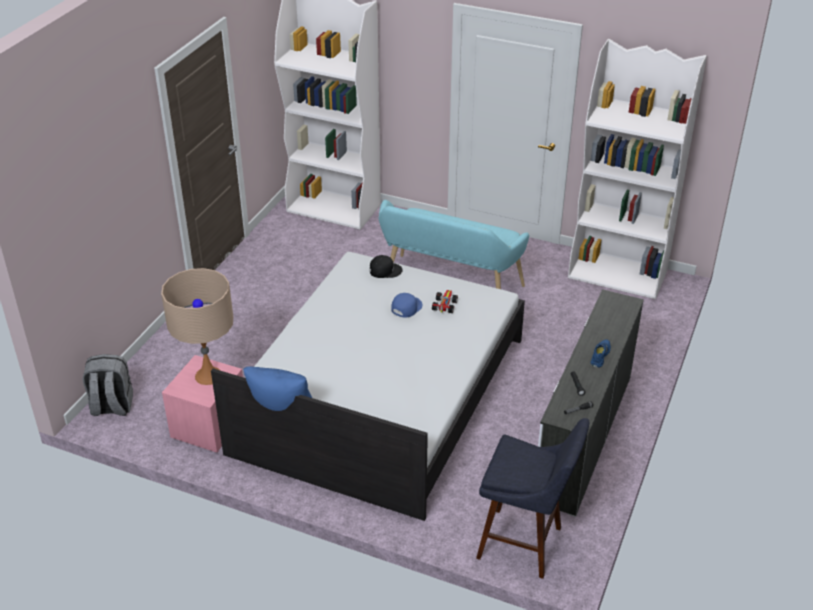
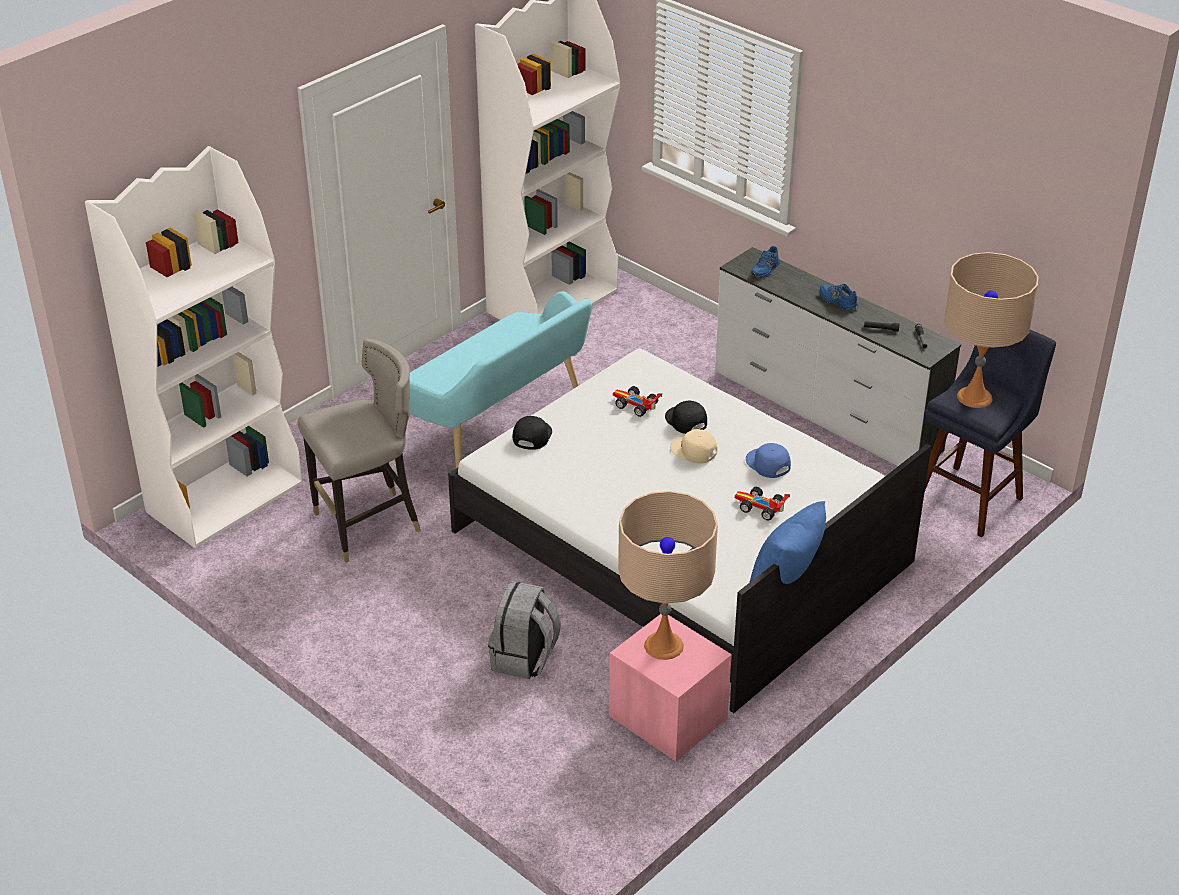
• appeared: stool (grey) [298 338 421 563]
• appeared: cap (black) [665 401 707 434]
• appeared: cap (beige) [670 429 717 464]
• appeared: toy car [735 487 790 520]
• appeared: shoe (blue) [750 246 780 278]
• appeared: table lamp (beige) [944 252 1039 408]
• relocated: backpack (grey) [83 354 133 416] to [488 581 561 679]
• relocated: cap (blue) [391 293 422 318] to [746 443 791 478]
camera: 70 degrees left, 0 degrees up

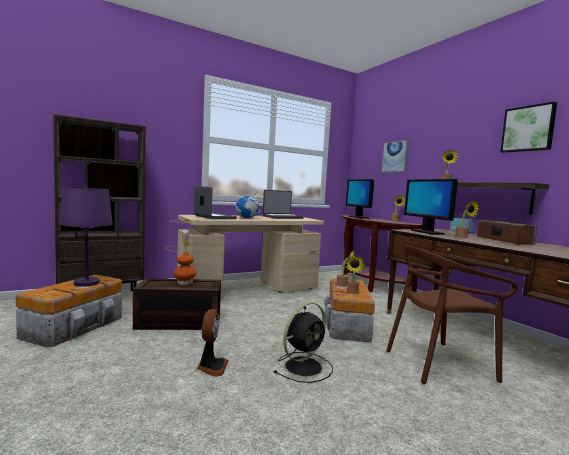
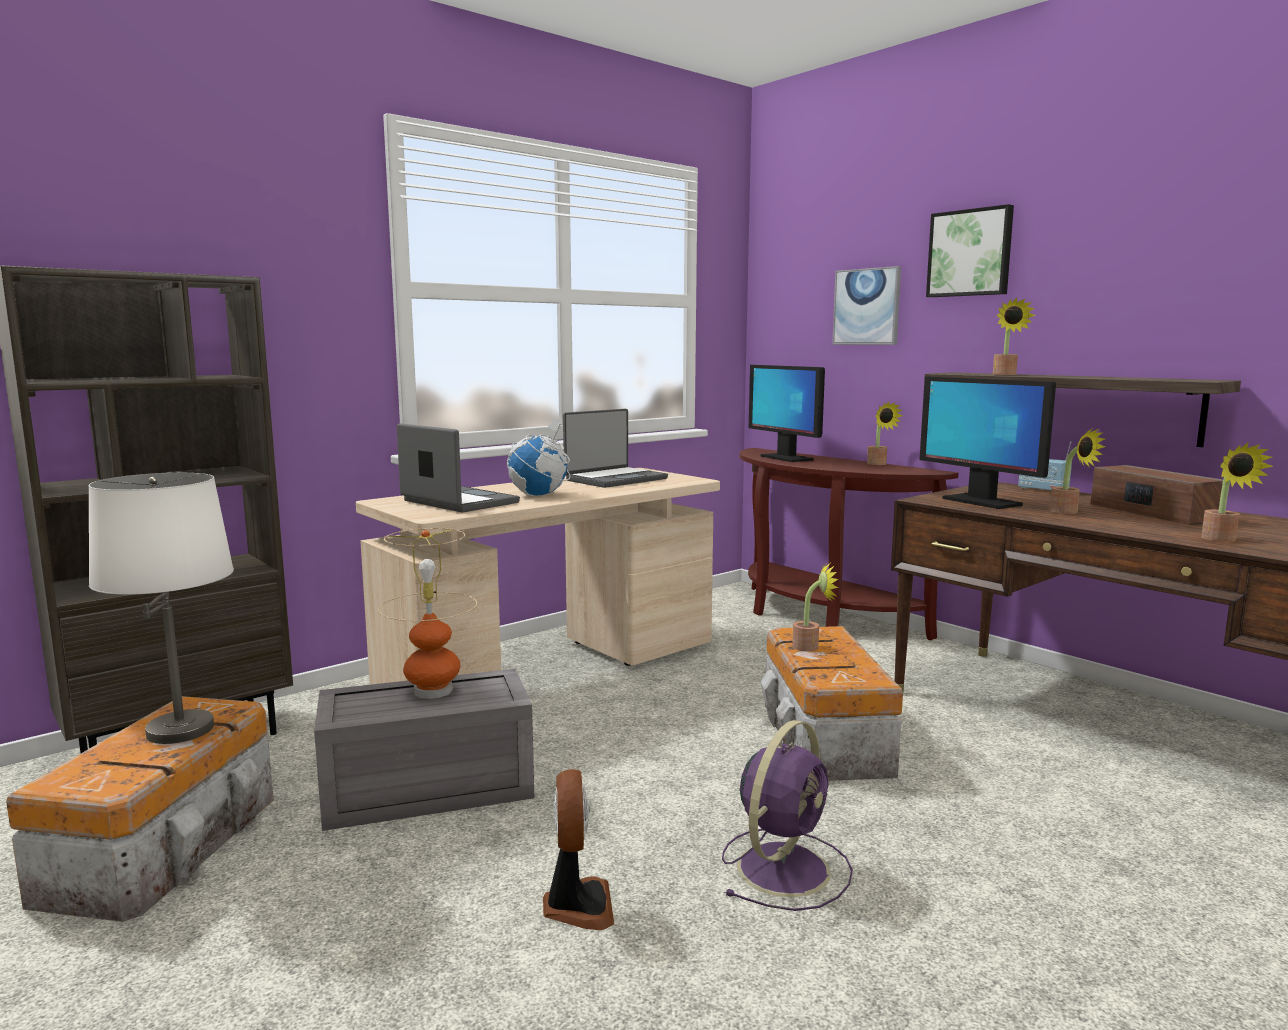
• missing: chair (brown) [386 245 518 384]
• relocated: potted plant [345 255 365 293] to [1201 442 1273 542]
• relocated: picture [500 101 557 153] to [926 204 1014 297]
• colour: table lamp (purple) [59 187 113 287] to table lamp (white) [89 473 234 744]
• colour: storage box (brown) [133 278 221 330] to storage box (grey) [314 669 534 831]
• colour: fan (black) [274 302 333 383] to fan (purple) [722 720 853 911]
camera: 10 degrees left, 5 degrees up

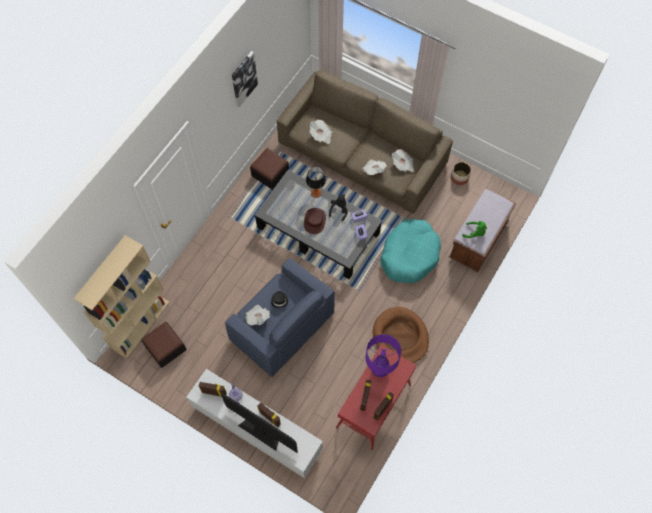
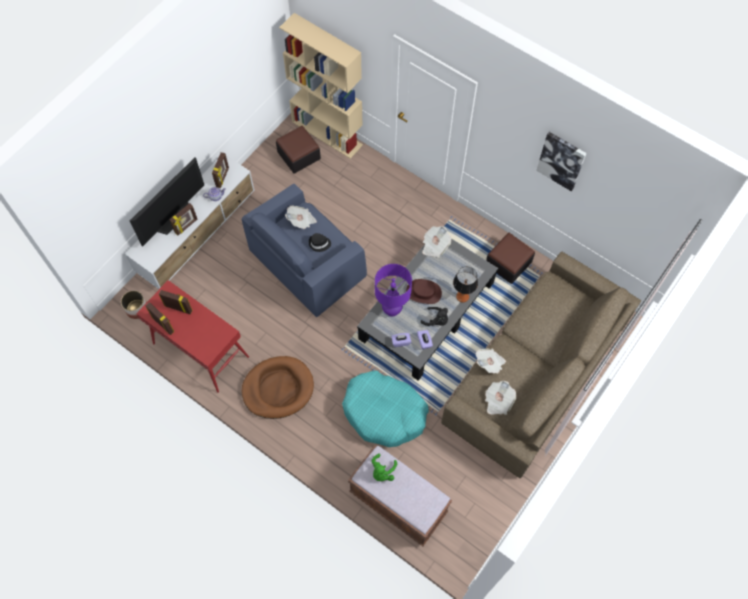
• relocated: newspaper [309 120 332 144] to [422 226 451 258]
• relocated: table lamp (purple) [366 334 401 377] to [375 264 412 316]
• relocated: planter [451 162 471 185] to [121 290 147 319]
camera: 95 degrees right, 0 degrees up

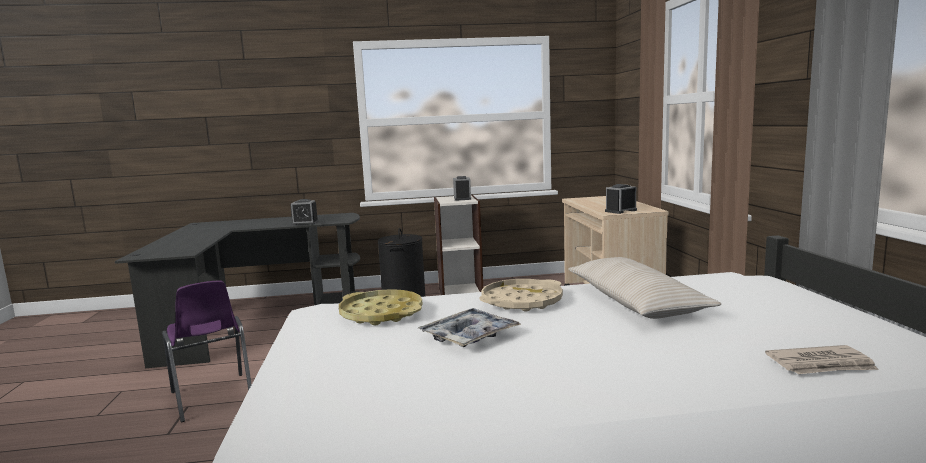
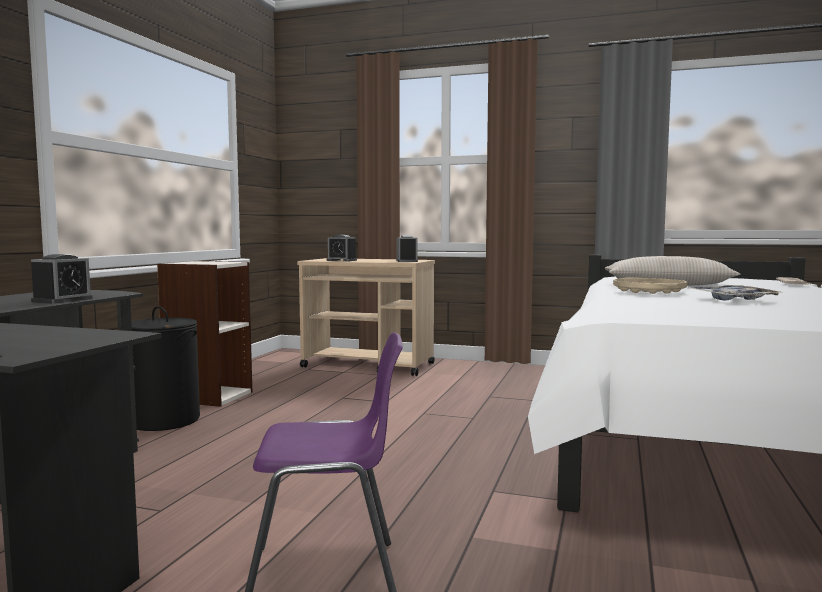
• missing: tray (yellow) [339 289 423 326]
• relocated: alarm clock [453 176 471 201] to [327 235 357 261]
camera: 65 degrees left, 5 degrees down

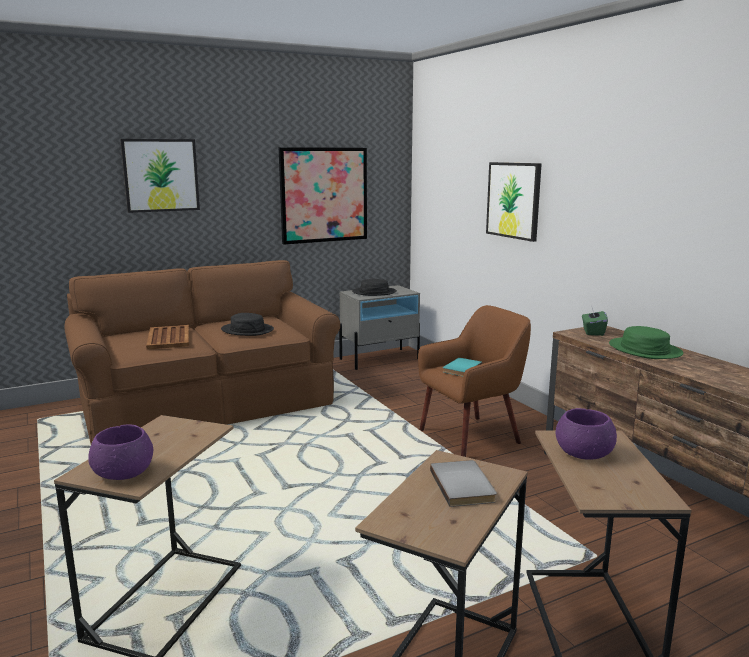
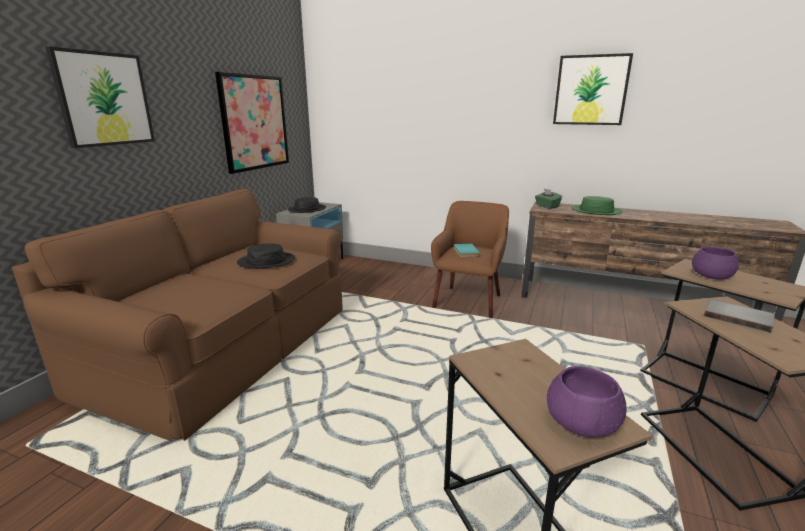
• missing: tray (brown) [146 325 189 350]
• relocated: picture [486 162 542 242] to [553 53 633 125]
camera: 40 degrees left, 5 degrees up

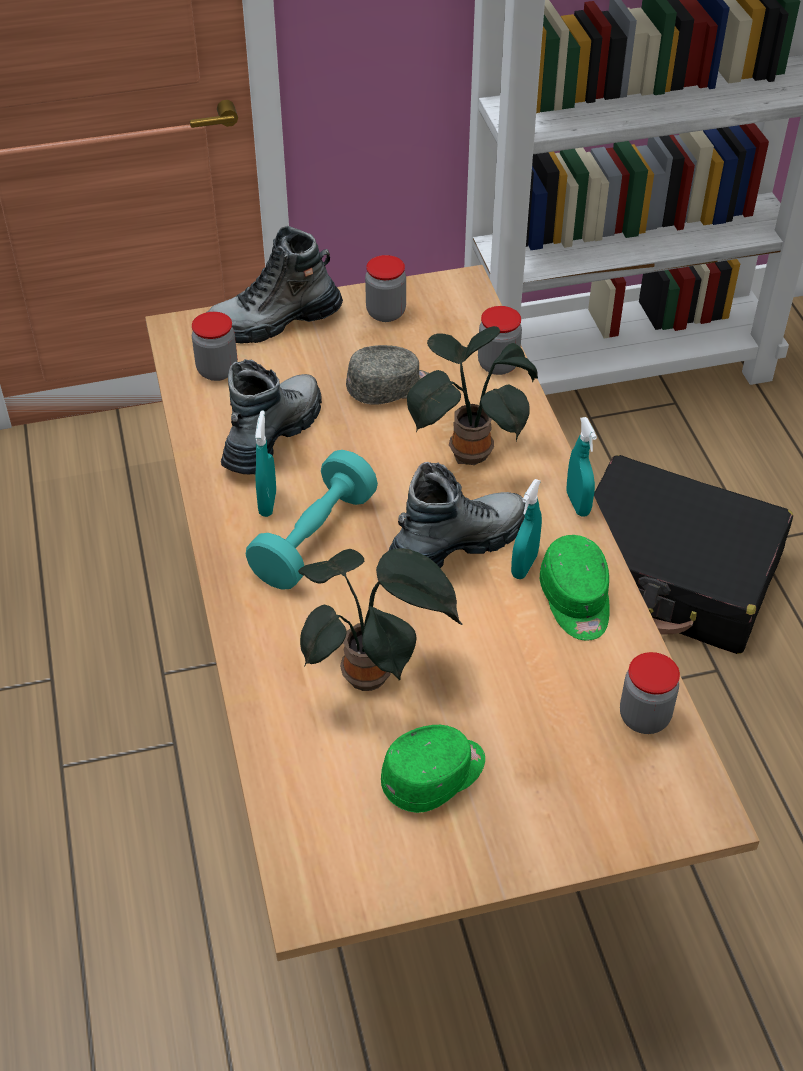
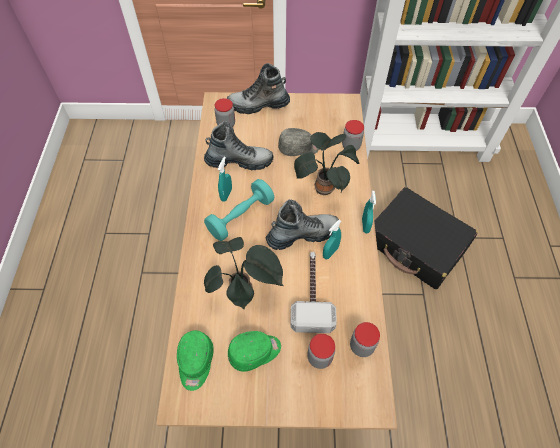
• appeared: hammer [290 252 337 333]
• relocated: jar [365 255 406 322] to [307 334 335 369]
• relocated: cap (green) [540 535 610 641] to [177 330 214 391]
• spun: boot [221 359 322 475] = [204 121 273 170] 45 degrees clockwise
camera: 15 degrees right, 10 degrees up

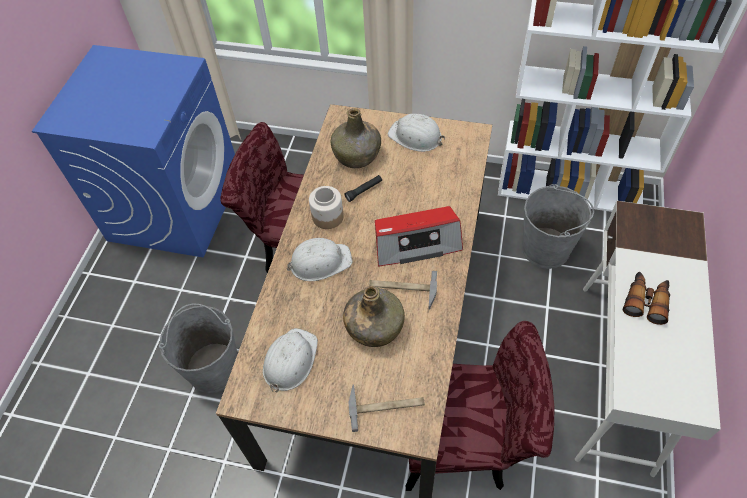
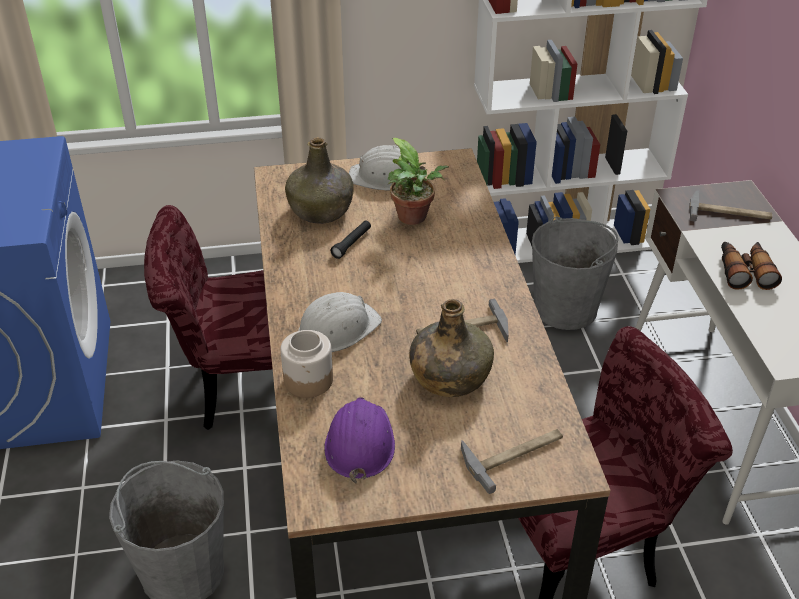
• missing: radio [375 206 463 266]
• appeared: potted plant [388 138 449 225]
• appeared: hammer [689 188 772 222]
• relocated: jar [309 186 344 229] to [280 330 333 398]
• colour: hard hat (white) [263 328 318 393] to hard hat (purple) [325 397 395 483]
camera: 25 degrees left, 15 degrees down

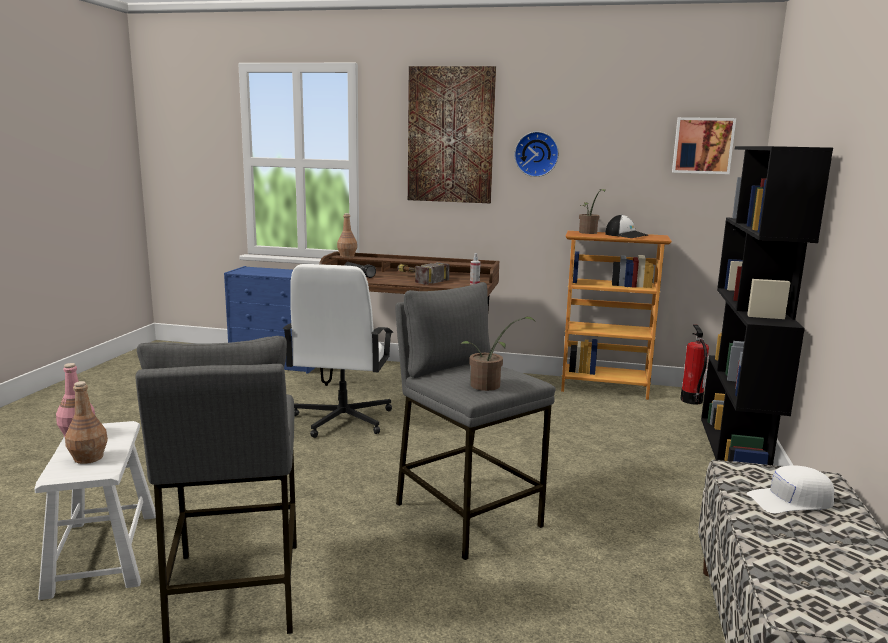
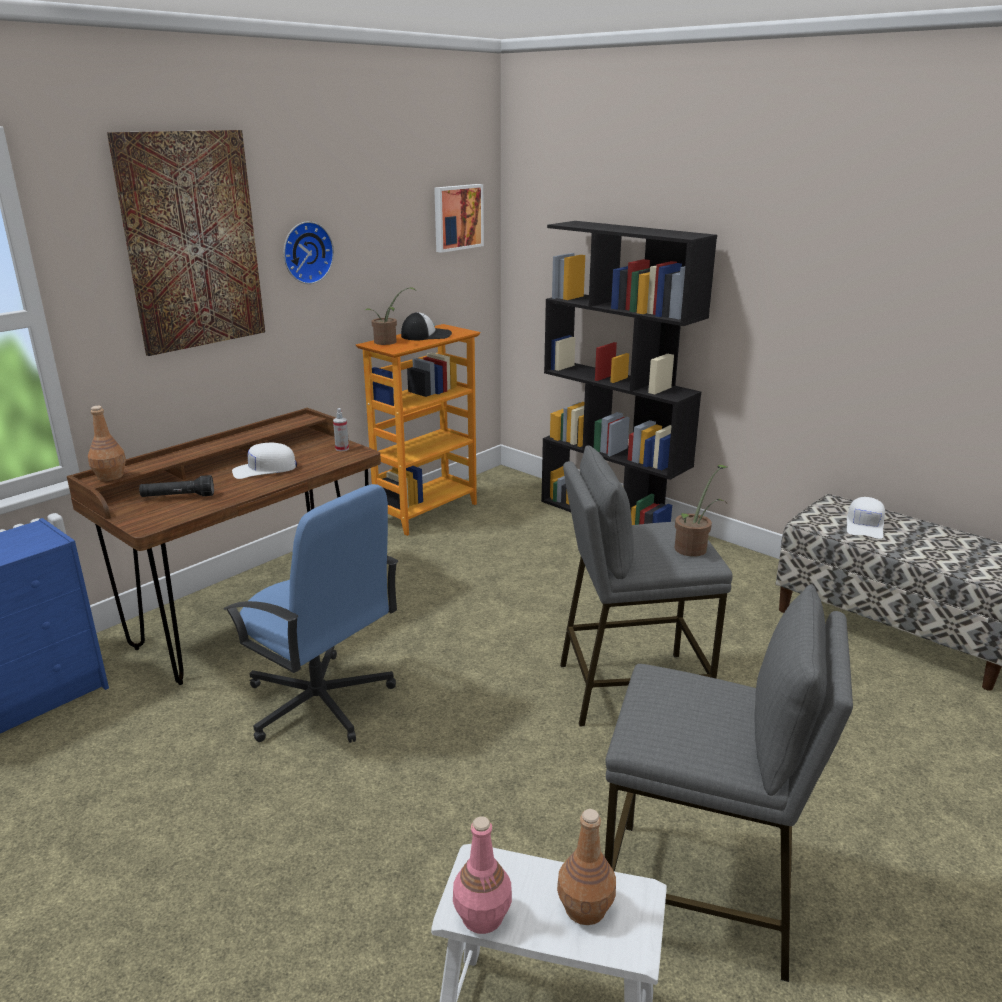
• missing: fire extinguisher [680 324 709 404]
• exchanged: hammer [398 262 450 285] to cap (white) [232 443 297 479]
• colour: office chair (white) [283 264 393 438] to office chair (blue) [223 484 398 743]
camera: 60 degrees left, 10 degrees up

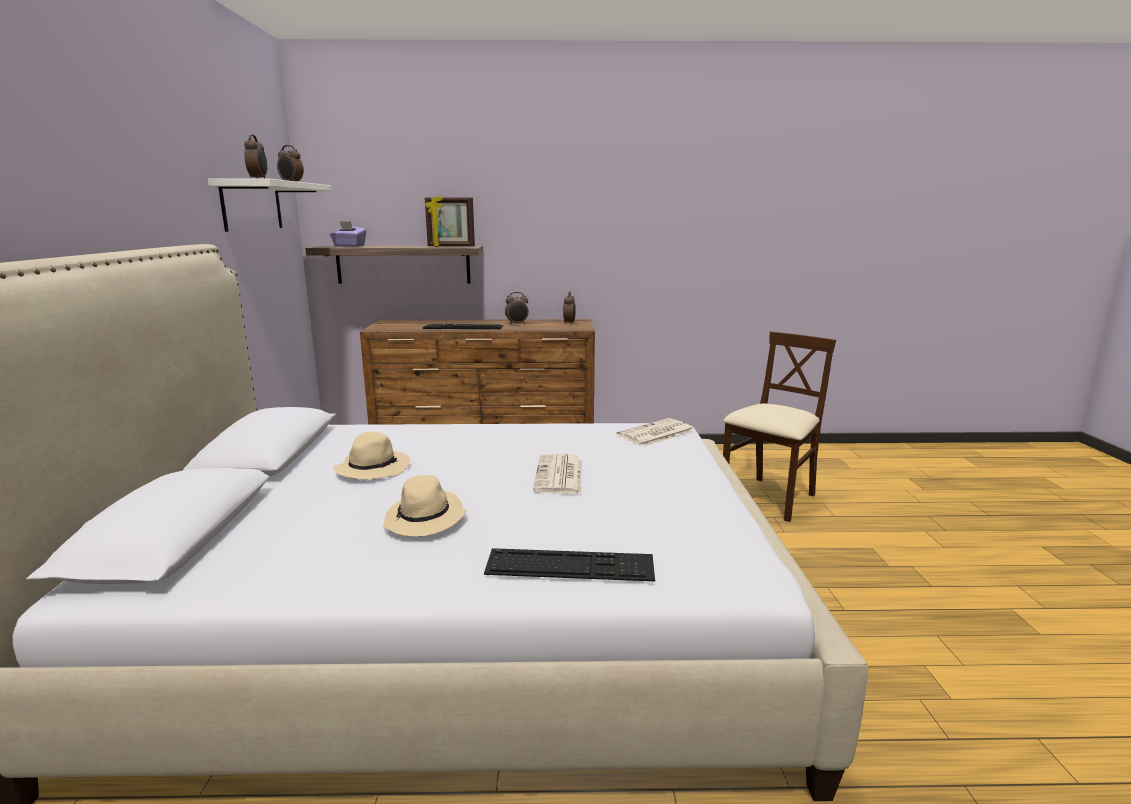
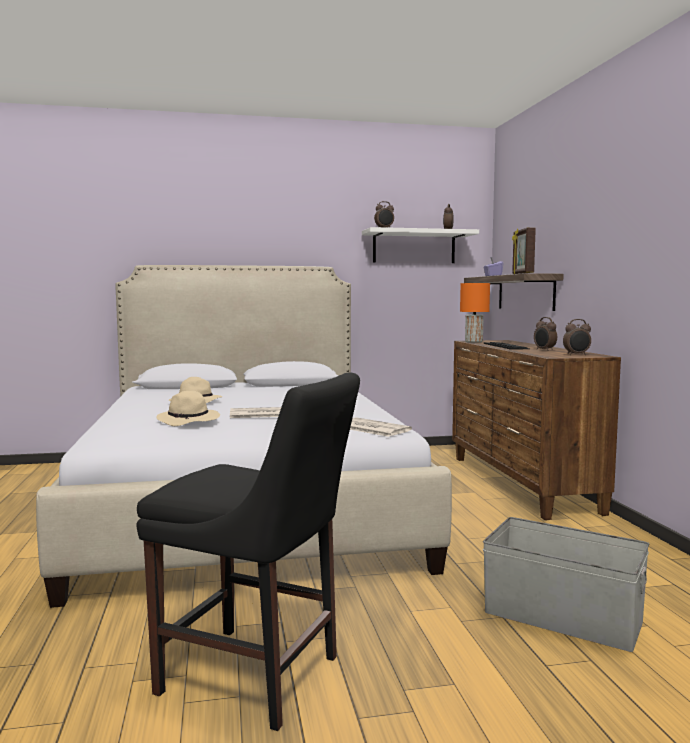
• missing: keyboard [484 548 655 581]
• appeared: chair (black) [137 373 360 731]
• appeared: table lamp (orange) [460 283 490 342]
• relocated: hat (beige) [333 432 410 479] to [156 391 220 426]
• exchanged: chair (beige) [723 331 836 522] to storage box (grey) [483 517 649 652]
camera: 80 degrees right, 10 degrees down

